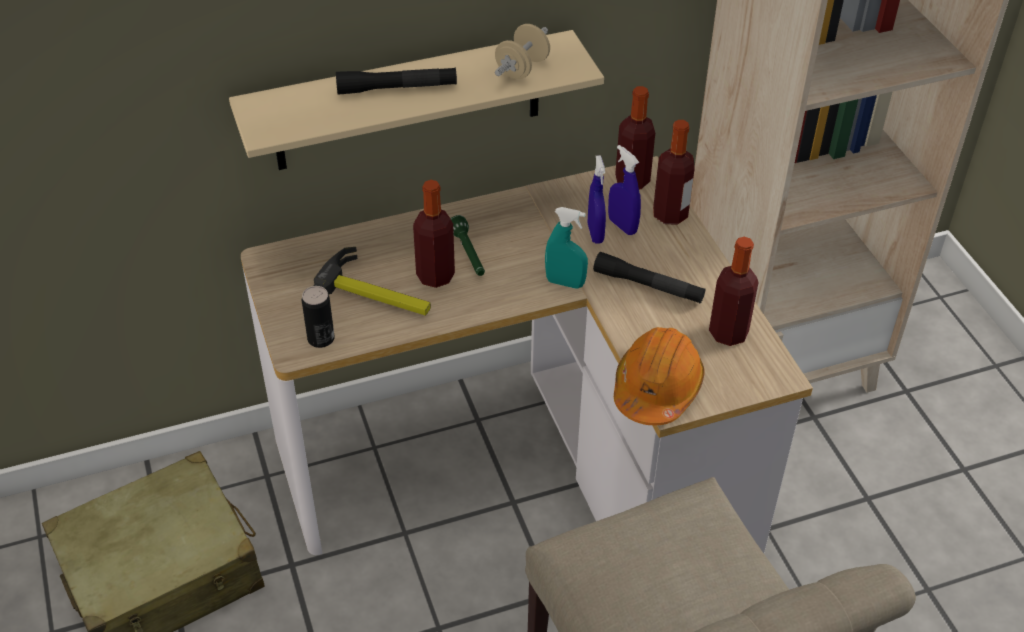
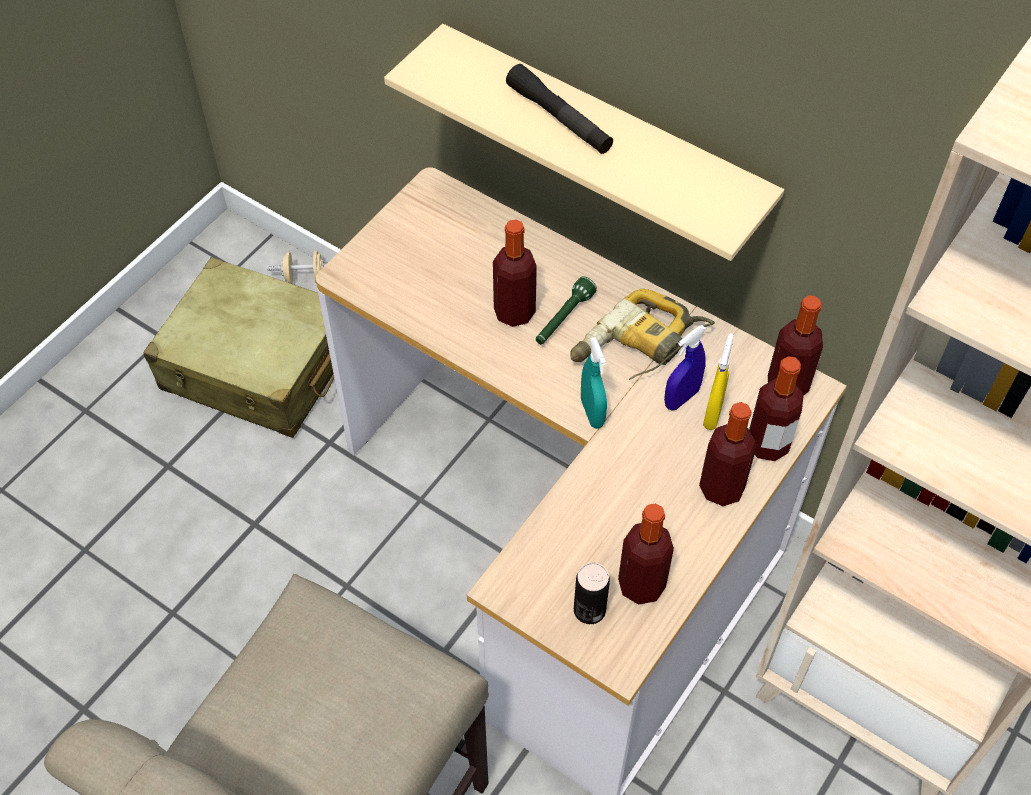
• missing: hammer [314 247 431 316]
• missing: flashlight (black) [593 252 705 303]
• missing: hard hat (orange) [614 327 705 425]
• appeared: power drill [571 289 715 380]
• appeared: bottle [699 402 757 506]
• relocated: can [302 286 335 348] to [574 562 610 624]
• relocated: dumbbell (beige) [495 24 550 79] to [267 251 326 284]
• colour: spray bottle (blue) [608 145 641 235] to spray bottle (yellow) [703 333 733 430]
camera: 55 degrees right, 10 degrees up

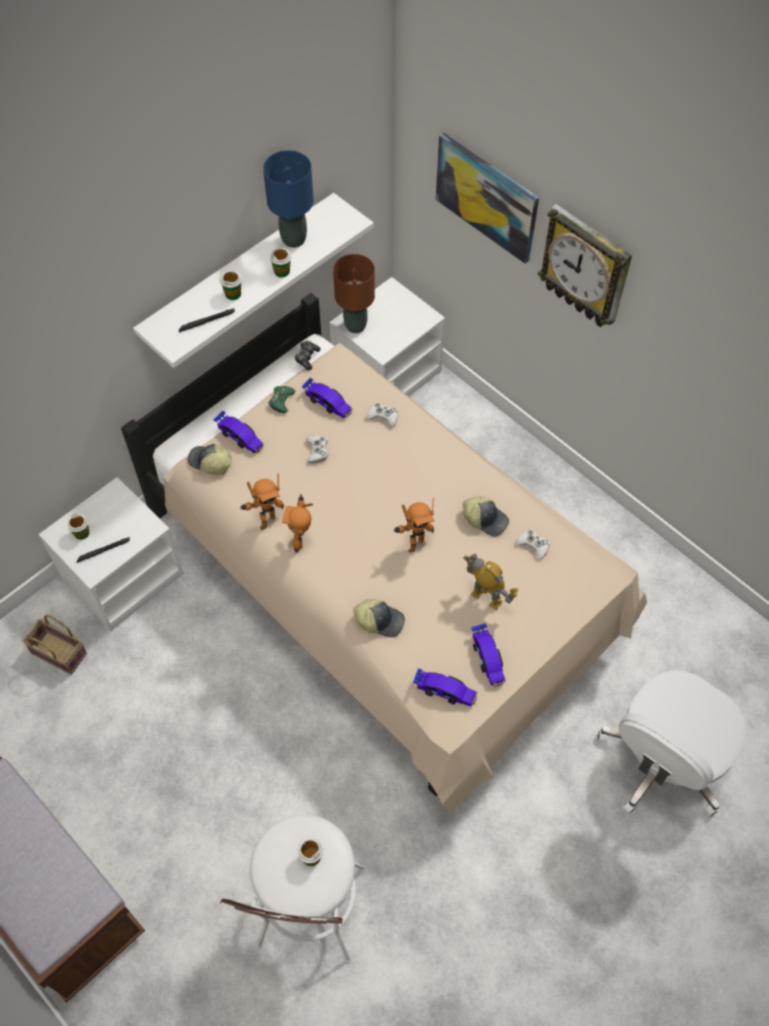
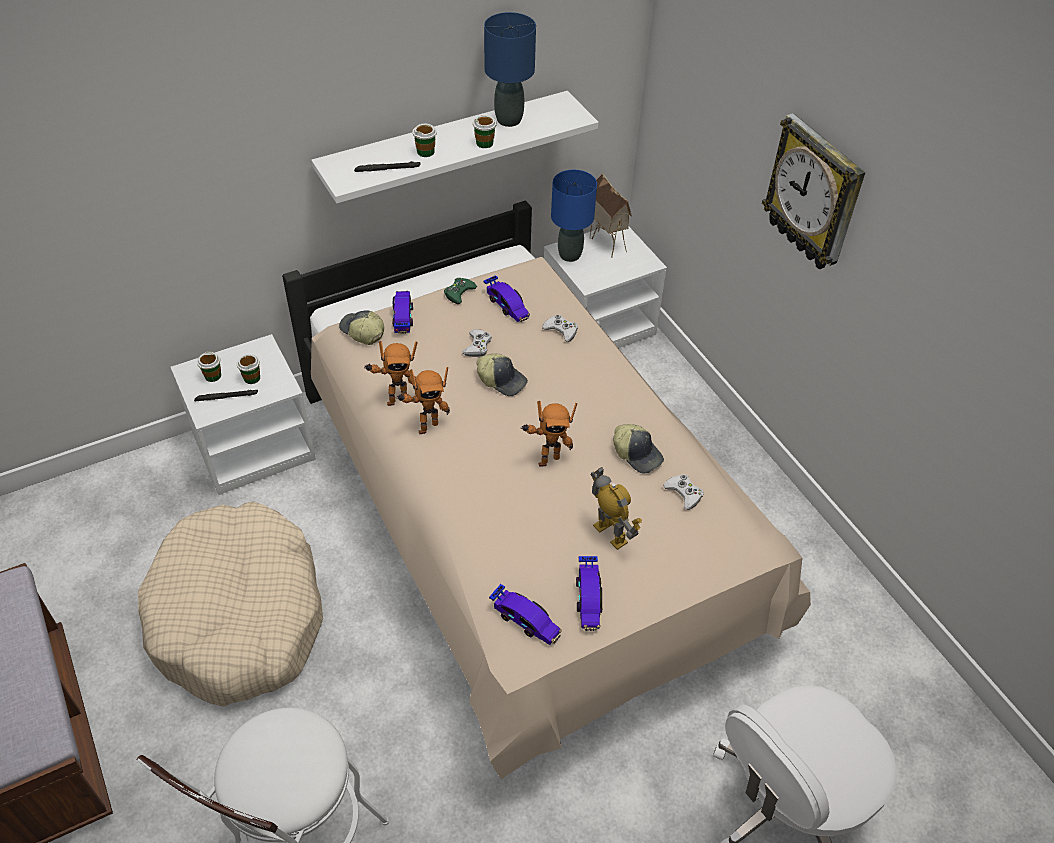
• missing: basket [23 615 87 675]
• missing: game controller [295 341 321 370]
• missing: picture [436 133 539 264]
• appeared: dog bed (beige) [138 501 323 707]
• appeared: toy house [590 173 632 258]
• relocated: cup [297 837 323 866] to [236 354 260 384]
• relocated: cap [353 599 405 637] to [476 353 528 396]
• colour: table lamp (brown) [333 254 375 333] to table lamp (blue) [551 170 597 262]
• spun: toy car [213 411 264 453] = [392 291 413 334] 150 degrees counterclockwise
• spun: toy robot [282 494 313 553] = [396 367 450 434] 135 degrees counterclockwise
camera: 15 degrees right, 10 degrees down

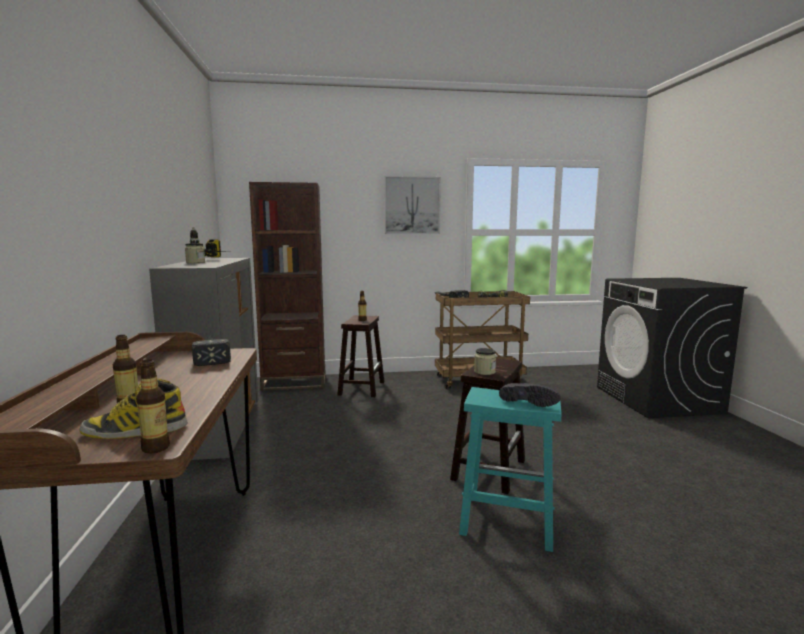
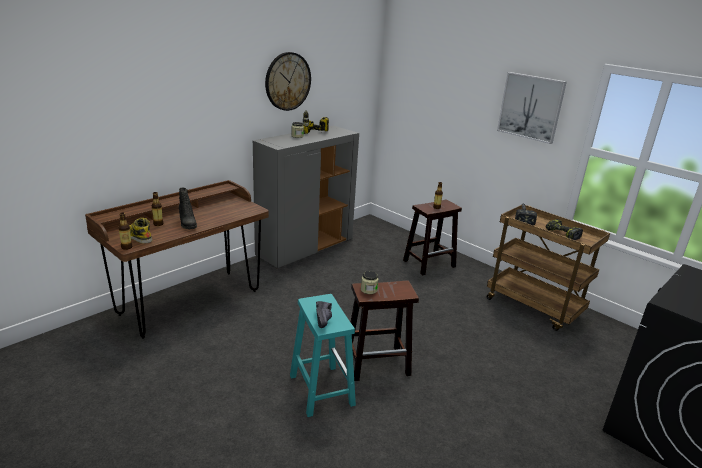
• missing: hammer [192 336 231 366]
• missing: bookcase (brown) [249 182 326 391]
• appeared: boot (black) [179 188 197 229]
• appeared: wall clock [265 52 311 111]
camera: 50 degrees right, 15 degrees up

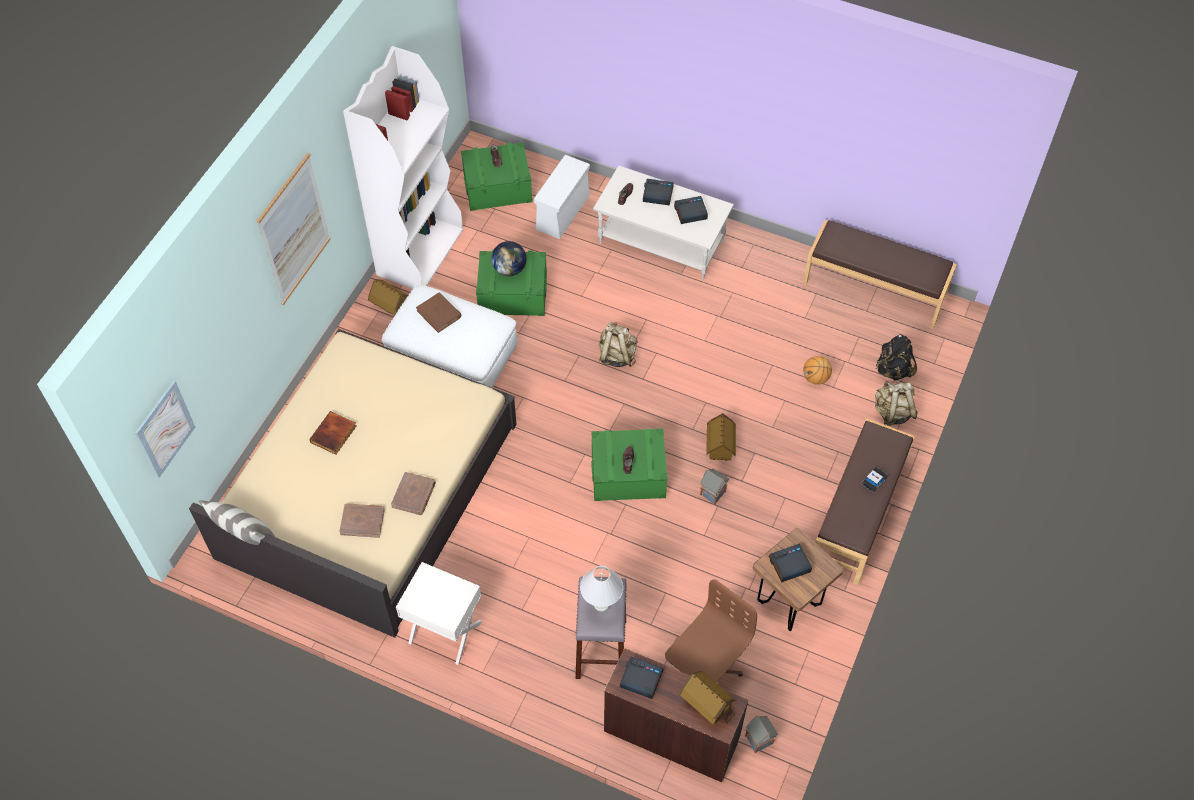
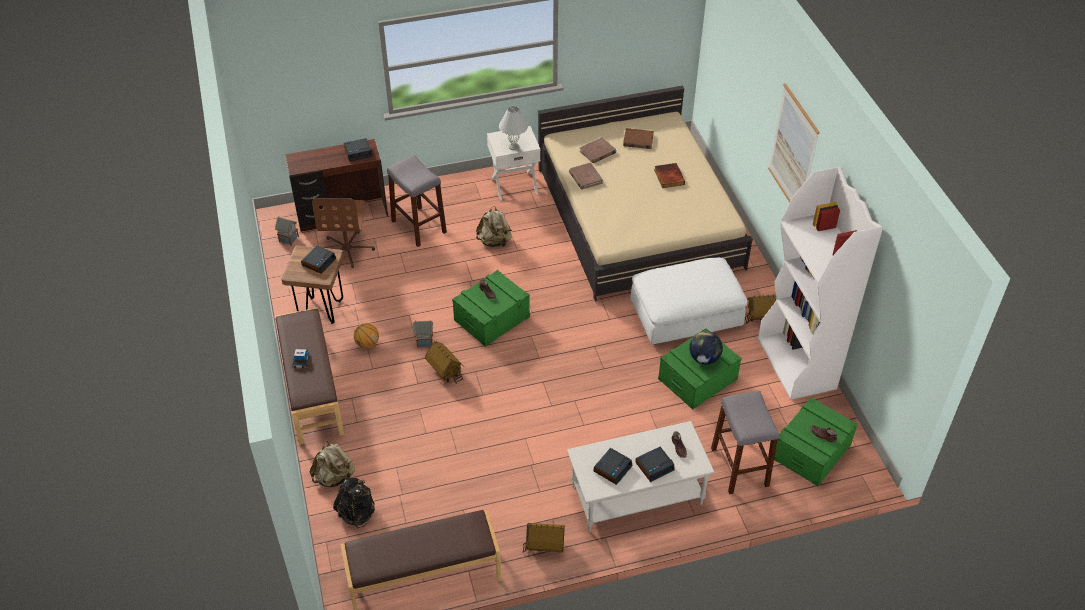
• missing: picture [135 380 195 478]
• missing: pillow [199 500 275 545]
• relocated: book (brown) [416 292 461 333] to [623 128 654 149]
• relocated: table lamp (white) [580 566 623 612] to [499 106 528 150]
• relocated: backpack (beige) [598 322 637 367] to [476 206 512 247]
• relocated: toy house [679 671 736 725] to [522 523 565 553]
• relocated: basketball [803 356 832 385] to [354 323 379 348]
• exchanged: storage box (white) [534 155 590 239] to stool (grey) [711 391 779 494]
camera: 140 degrees right, 10 degrees down

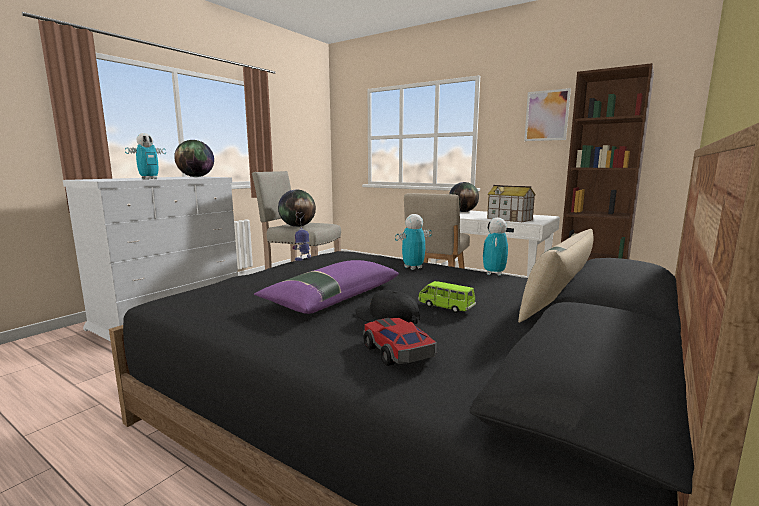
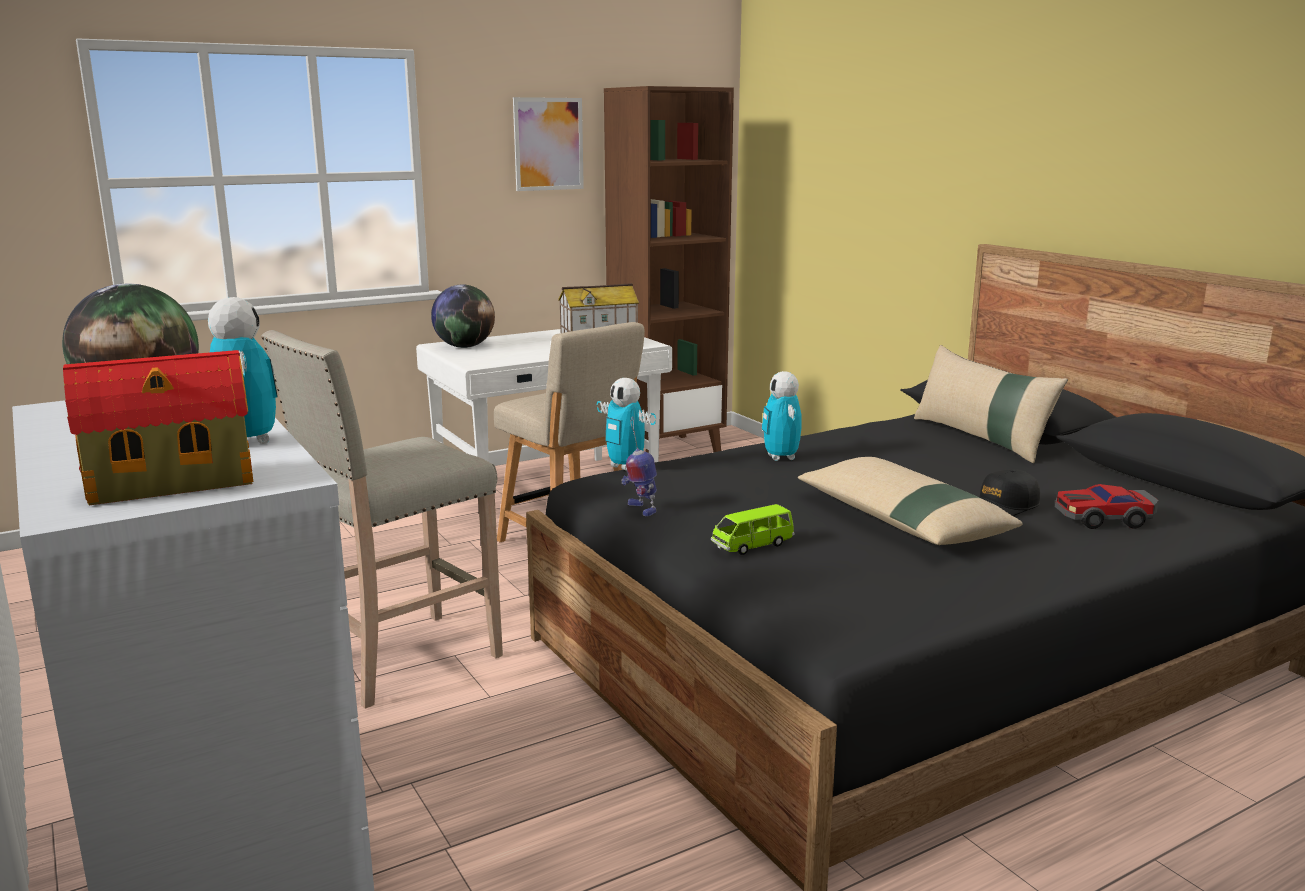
• missing: globe [278 189 316 227]
• appeared: toy house [63 350 253 505]
• relocated: toy car (green) [418 281 476 313] to [711 504 795 555]
• relocated: toy robot [483 217 508 276] to [597 378 656 471]
• colour: pillow (purple) [254 260 399 314] to pillow (beige) [798 457 1022 545]
camera: 65 degrees left, 5 degrees up

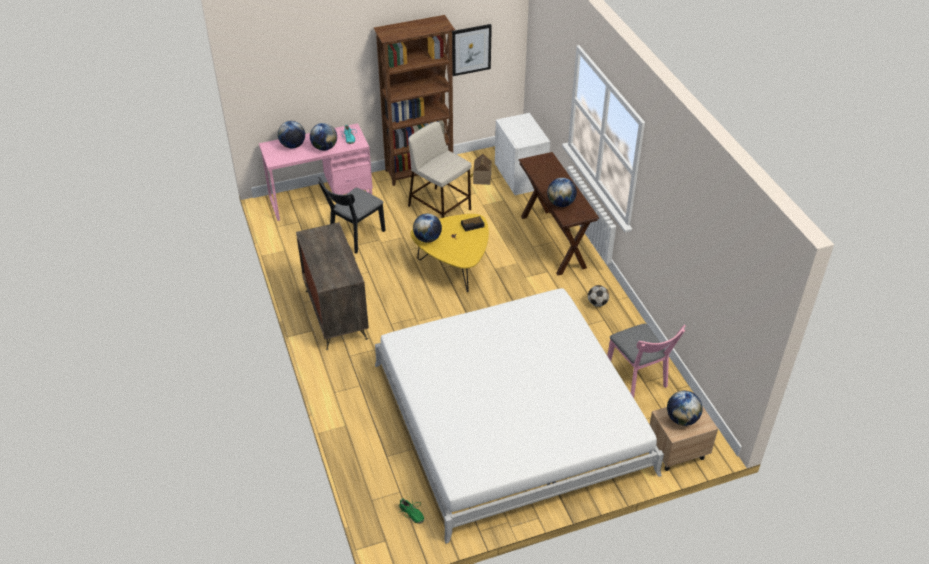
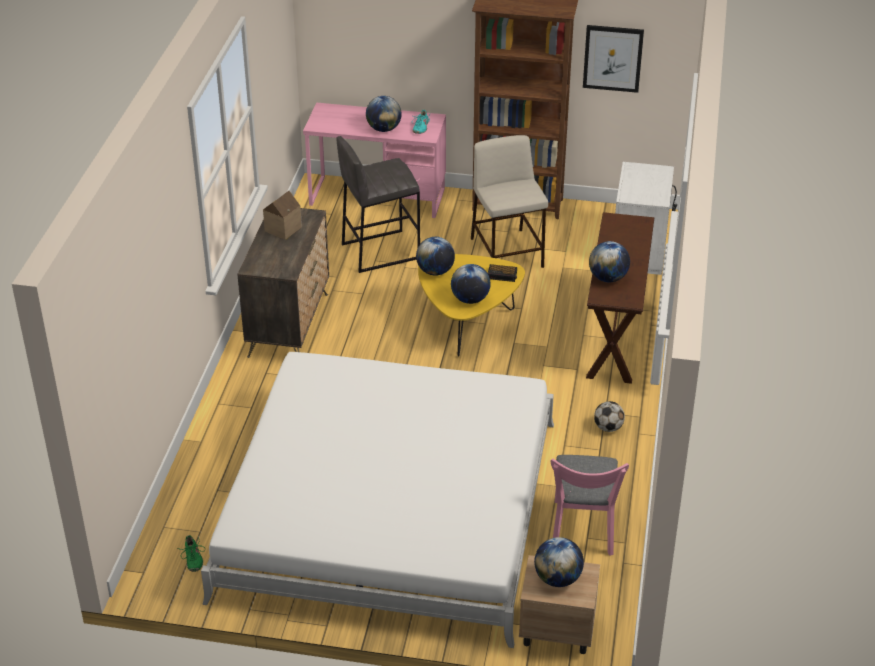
• relocated: globe [278 121 305 148] to [451 264 491 304]
• relocated: toy house [470 154 491 185] to [263 191 302 240]
• exchanged: chair (black) [318 177 386 254] to stool (grey) [337 136 420 273]
camera: 30 degrees right, 5 degrees down

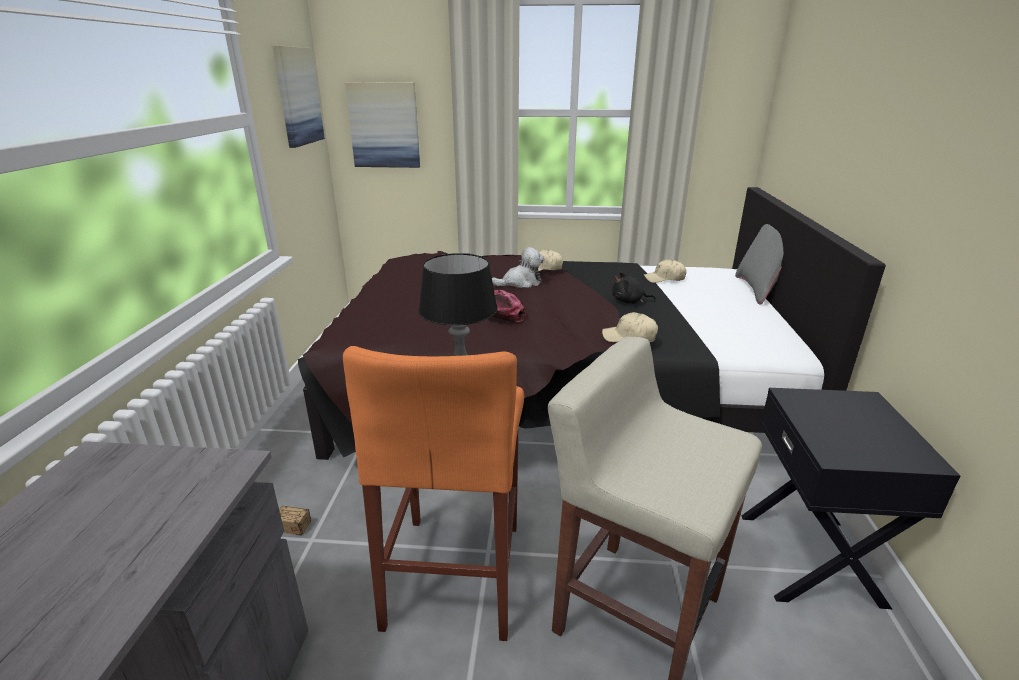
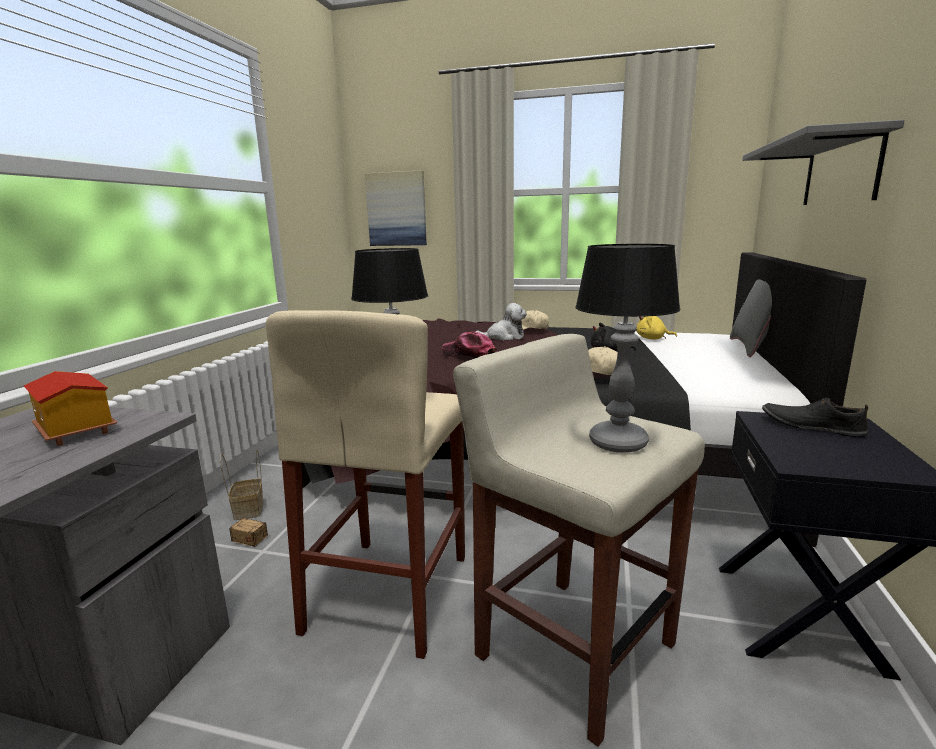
• missing: picture [272 45 325 148]
• appeared: toy house [24 371 117 446]
• appeared: basket [220 450 263 520]
• appeared: table lamp [575 244 681 453]
• appeared: shelf (grey) [742 120 904 205]
• appeared: shoe (black) [762 397 868 437]
• exchanged: cap (beige) [644 259 687 283] to plush toy (yellow) [636 316 677 339]
• colour: stool (orange) [343 346 524 641] to stool (beige) [266 310 465 659]
camera: 10 degrees right, 10 degrees down

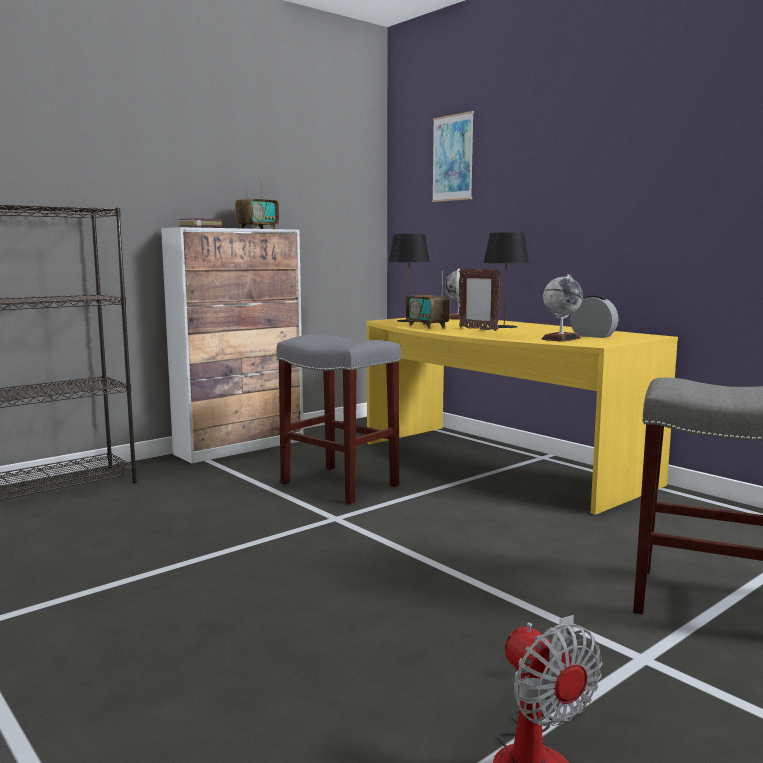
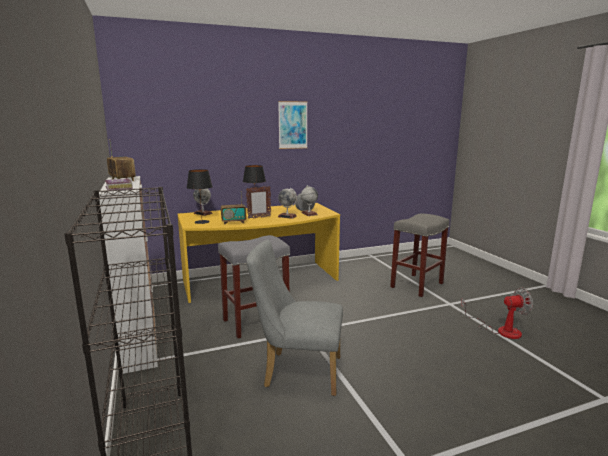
• appeared: chair (grey) [247 240 343 396]
• appeared: globe [278 188 297 219]
• relocated: picture [432 111 474 202] to [278 101 308 149]
camera: 70 degrees left, 5 degrees up

